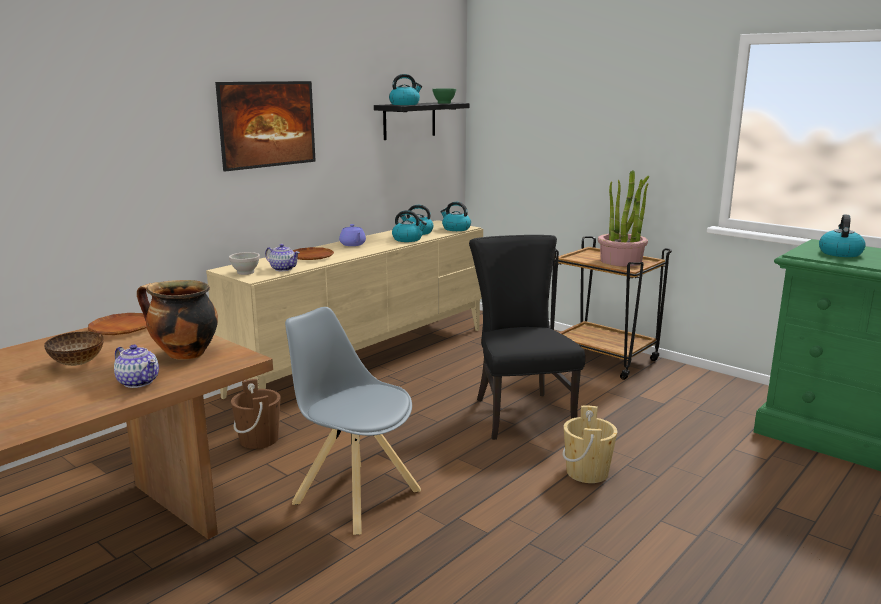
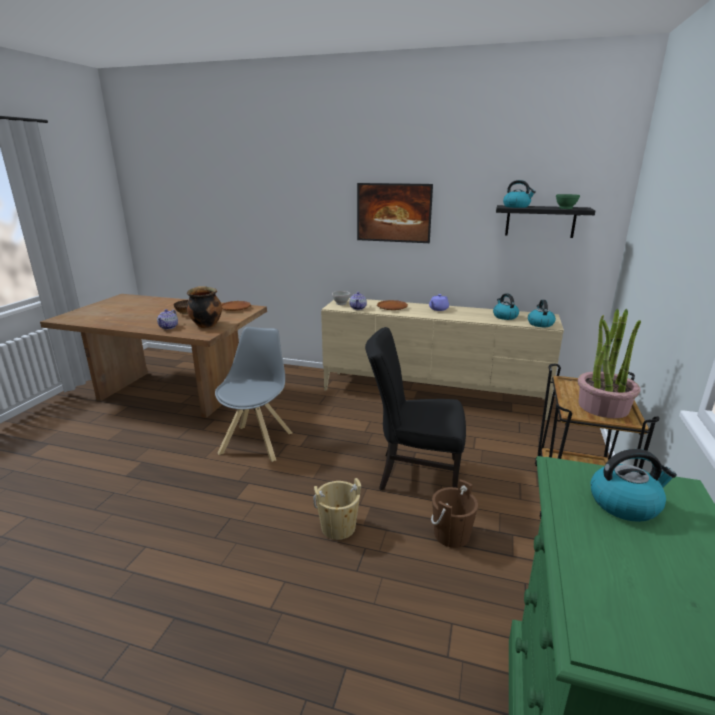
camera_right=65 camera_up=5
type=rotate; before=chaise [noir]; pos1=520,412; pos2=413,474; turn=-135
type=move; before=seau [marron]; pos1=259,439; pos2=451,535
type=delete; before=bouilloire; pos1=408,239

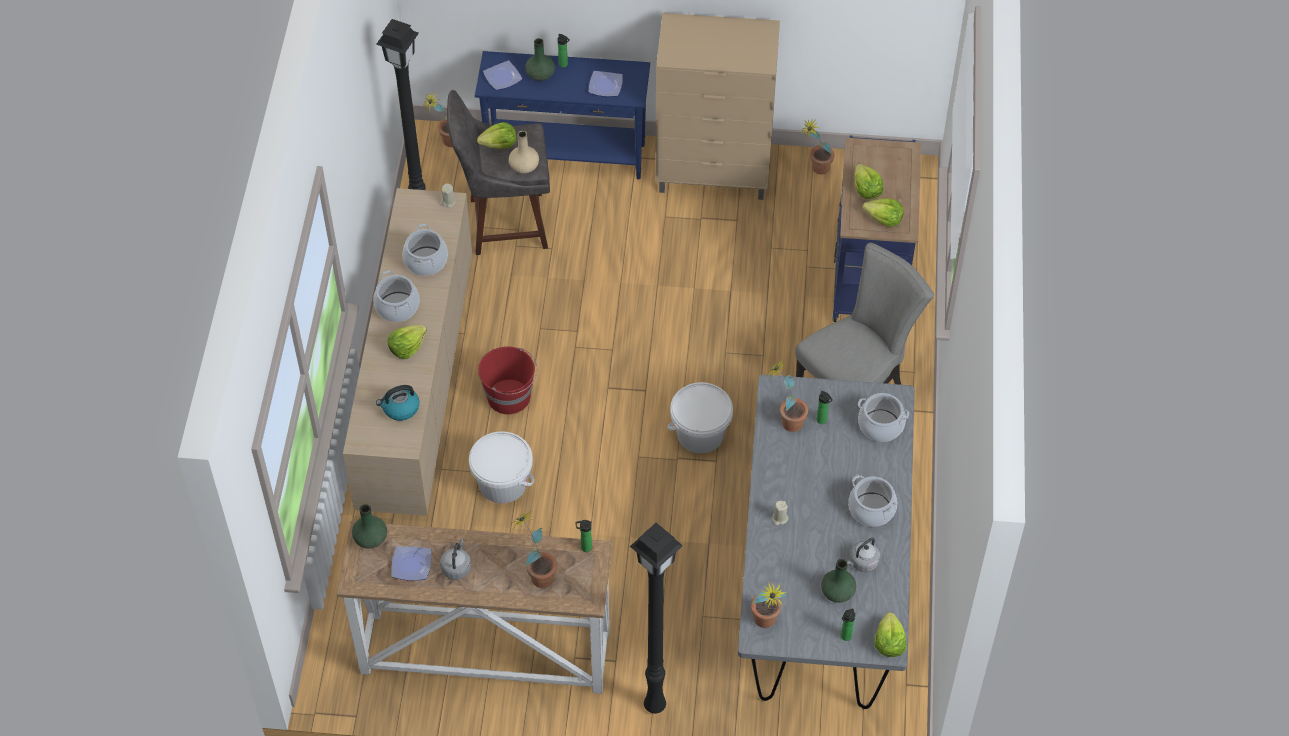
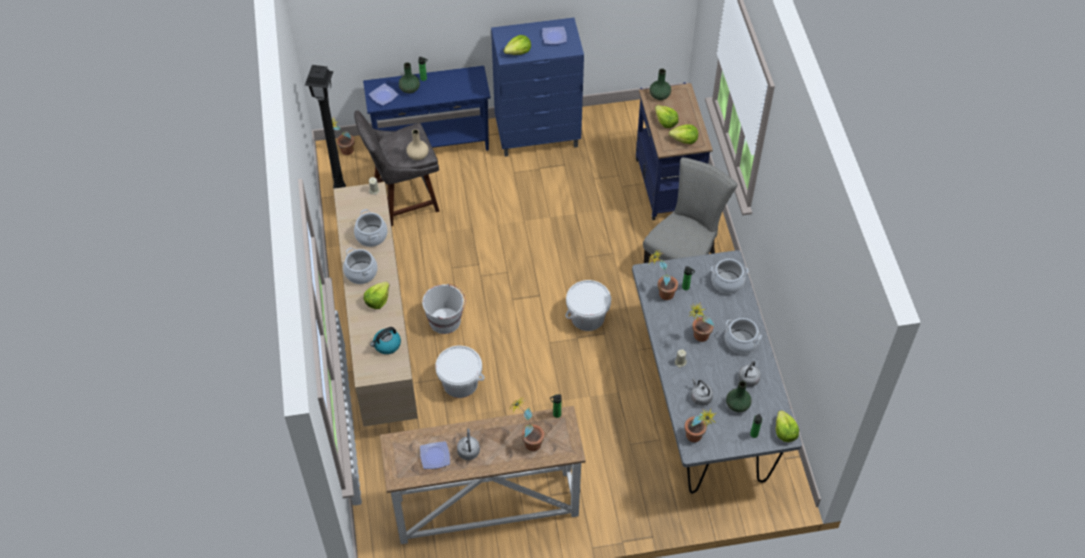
camera_right=-15 camera_up=0
type=recolor; before=seau [rouge]; after=seau [blanc]; pos1=509,396; pos2=445,320
type=recolor; before=commode [beige]; after=commode [bleu]; pos1=714,171; pos2=538,134
type=move; before=laitue; pos1=499,144; pos2=518,52
type=move; before=assiette; pos1=605,85; pos2=553,36
type=move; before=vase [vert]; pos1=370,538; pos2=659,95
type=move; before=plante en pot; pos1=815,170; pos2=698,338
type=insert; after=bouilloire [gris]; pos2=700,397
type=delete; before=lampadaire [noir]; pos1=653,705

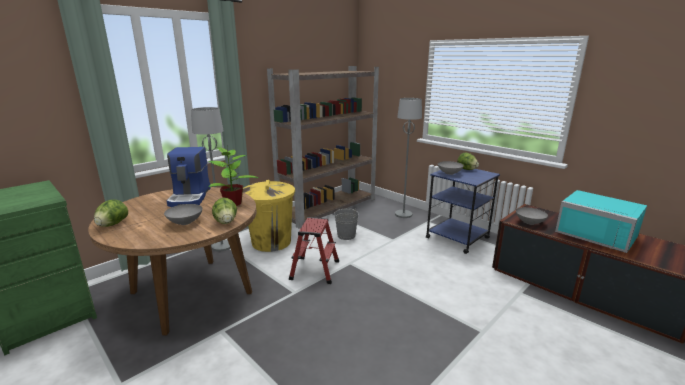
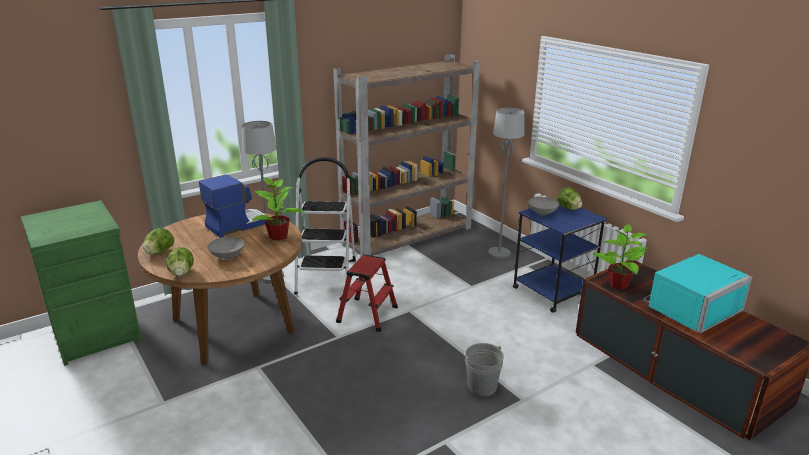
camera_right=10 camera_up=5
type=move; before=laitue; pos1=226,222; pos2=182,273
type=rotate; before=machine à café; pos1=190,197; pos2=236,225; turn=-135
type=replace; before=poubelle [jaune]; after=escabeau; pos1=271,242; pos2=327,276
type=move; before=seau [gris]; pos1=346,235; pos2=482,386
type=replace; before=bol [gris]; after=plante en pot; pos1=529,222; pos2=618,285
type=rotate; before=micro-ondes [turquoise]; pos1=597,234; pos2=689,307; turn=-90

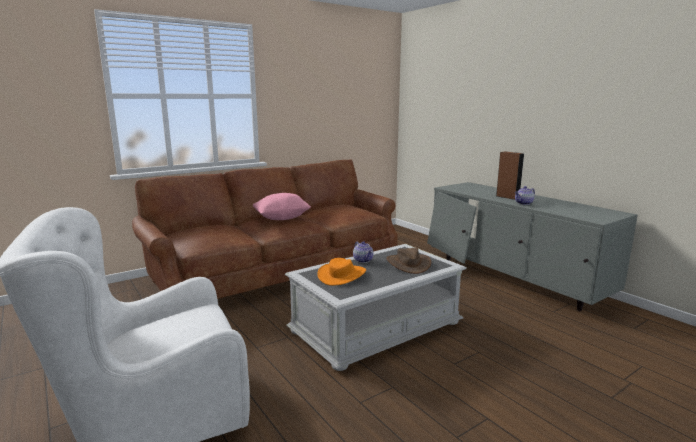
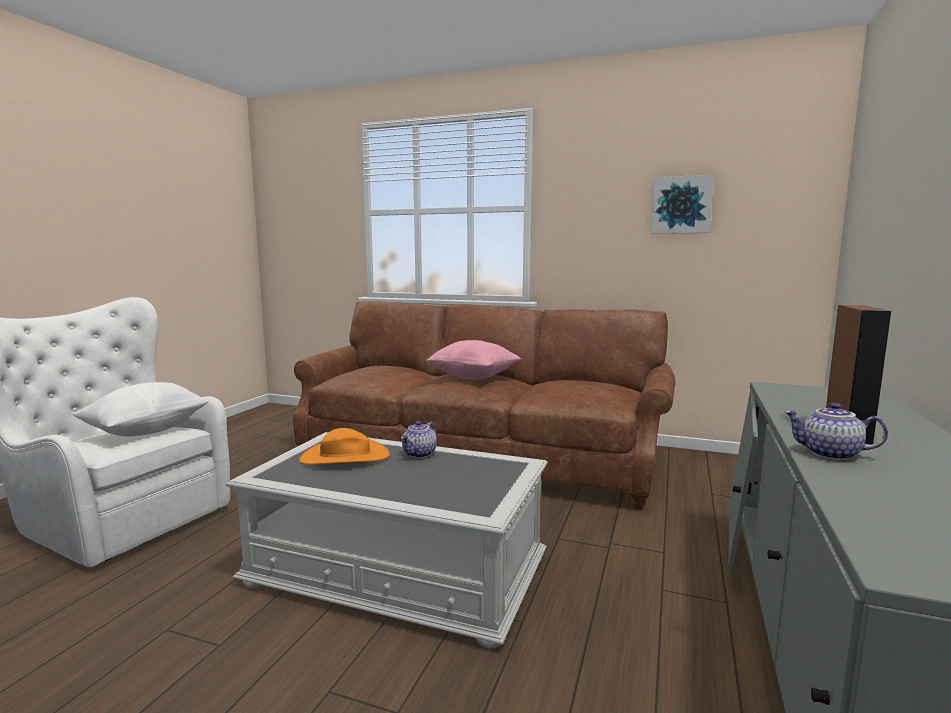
camera_right=55 camera_up=-5
type=insert; after=coussin [blanc]; pos2=146,431
type=insert; after=tableau; pos2=681,205
type=delete; before=chapeau [marron]; pos1=408,264

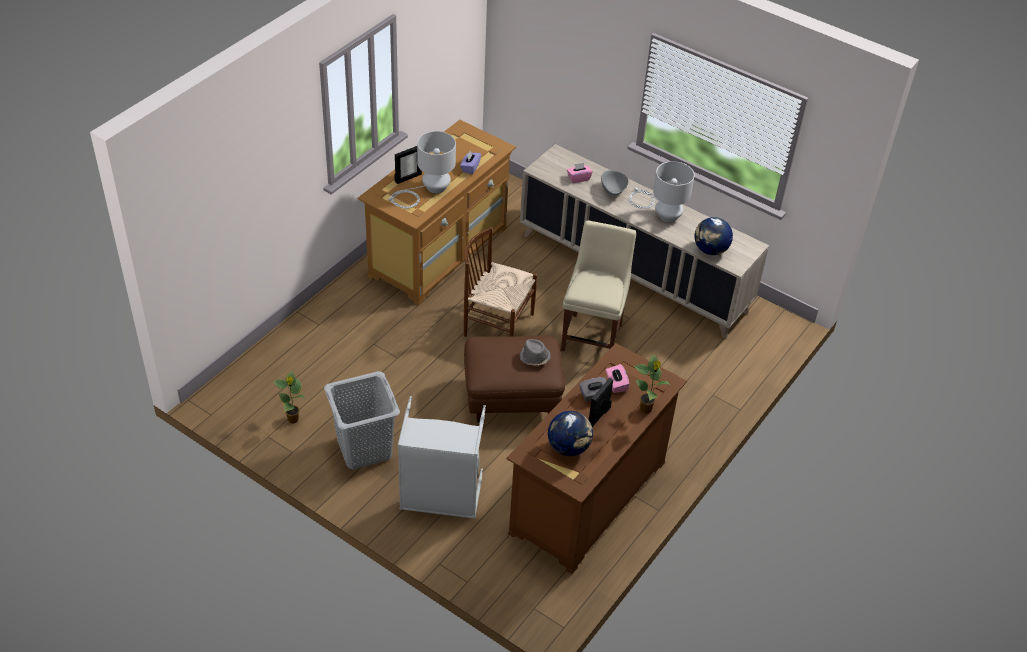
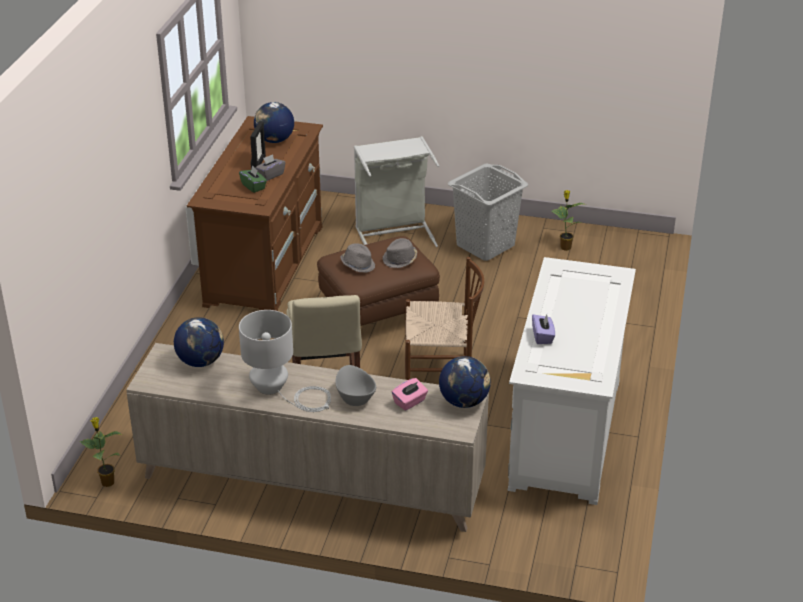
camera_right=160 camera_up=-10
type=move; before=plante en pot; pos1=646,409; pos2=107,482
type=recolor; before=boîte à mouchoirs [rose]; after=boîte à mouchoirs [vert]; pos1=616,384; pos2=253,186
type=insert; after=chapeau [gris]; pos2=400,259
type=insert; after=globe; pos2=464,401
type=recolor; before=commode [marron]; after=commode [blanc]; pos1=439,251; pos2=565,433
type=delete; before=lampe de table [gris]; pos1=424,192
type=delete; before=cadre photo; pos1=408,177

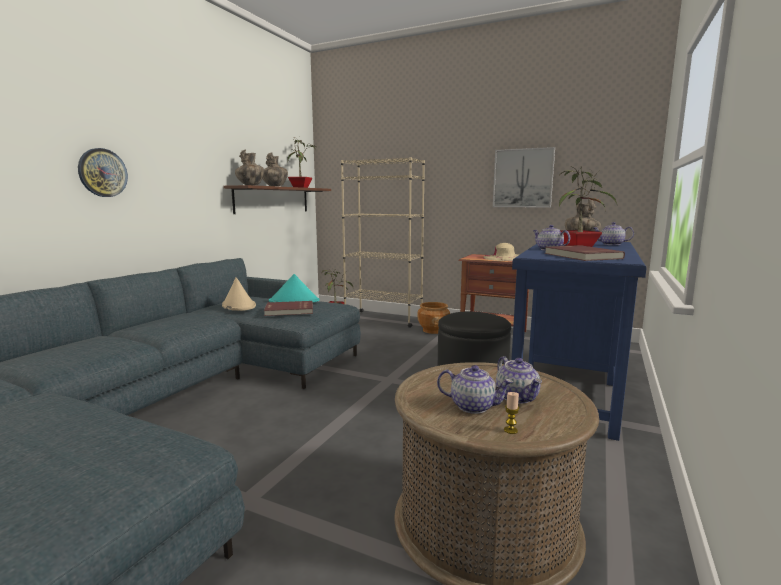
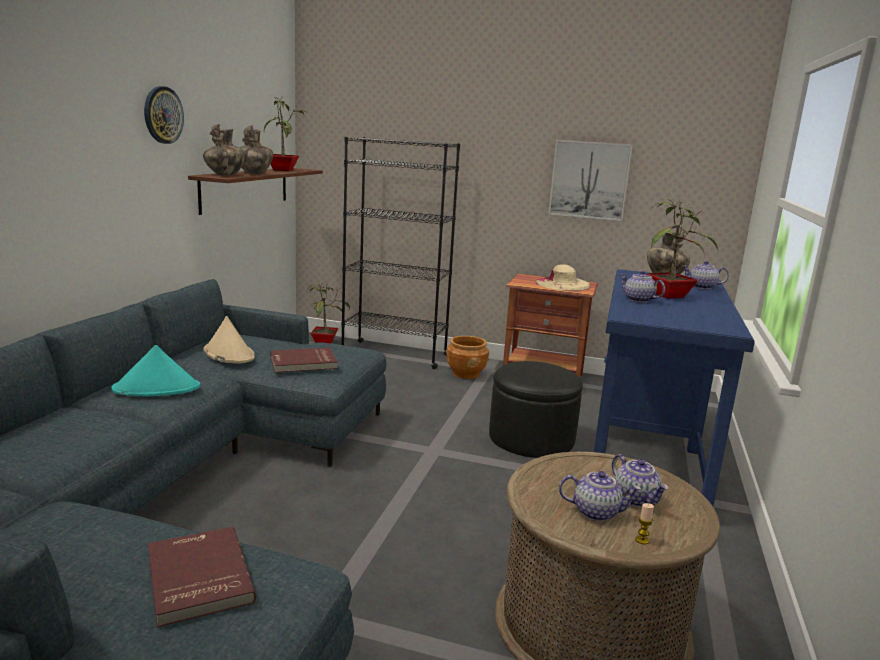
camera_right=-10 camera_up=5
type=move; before=chapeau [turquoise]; pos1=294,301; pos2=157,388
type=move; before=horloge murale; pos1=102,173; pos2=163,115
type=move; before=livre [rouge]; pos1=581,256; pos2=196,578
type=recolor; before=bibliothèque [beige]; after=bibliothèque [noir]; pos1=383,319; pos2=394,354

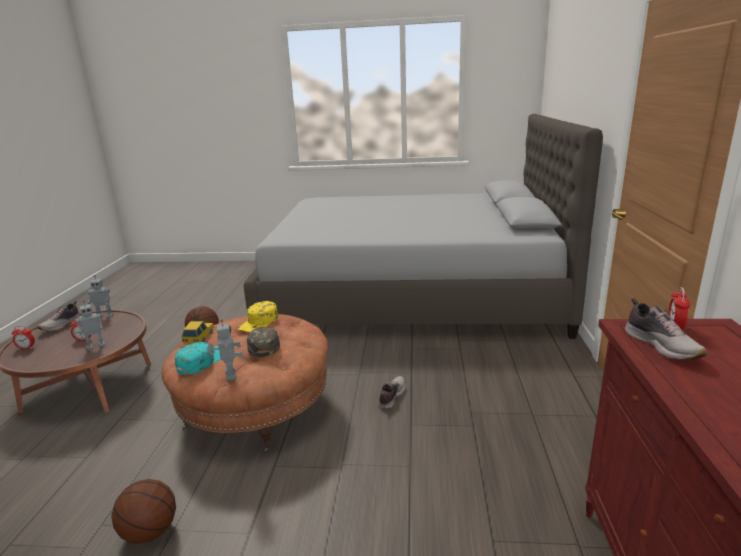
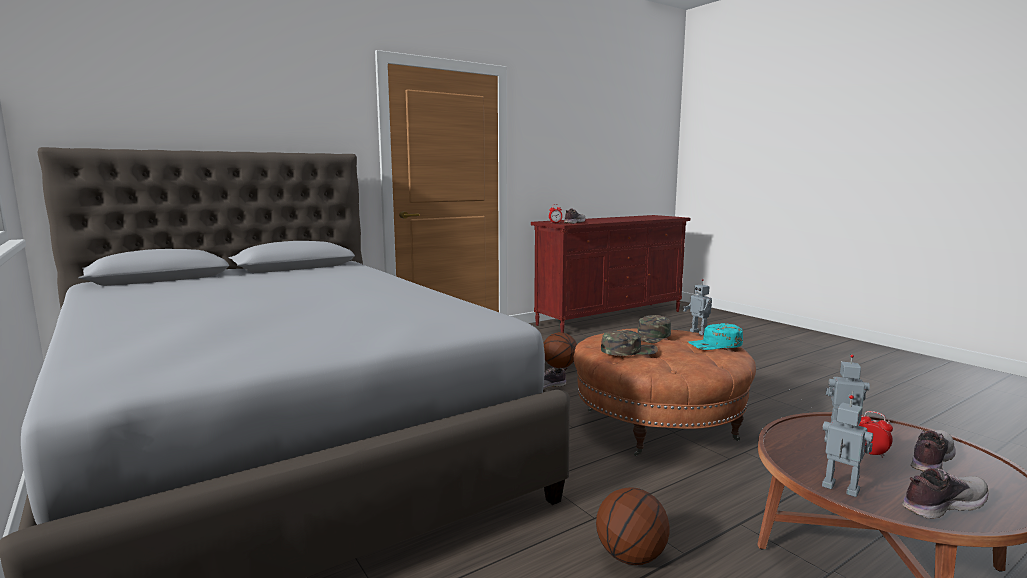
camera_right=-130 camera_up=-10
type=move; before=ballon de basket; pos1=151,531; pos2=559,367
type=recolor; before=casquette [jaune]; after=casquette [vert]; pos1=259,322; pos2=628,350
type=rotate; before=robot jouet; pos1=229,375; pos2=699,332; turn=-60
type=insert; after=chaussure; pos2=929,460
type=delete; before=réveil; pos1=26,348
type=delete; before=petite voiture; pos1=199,337

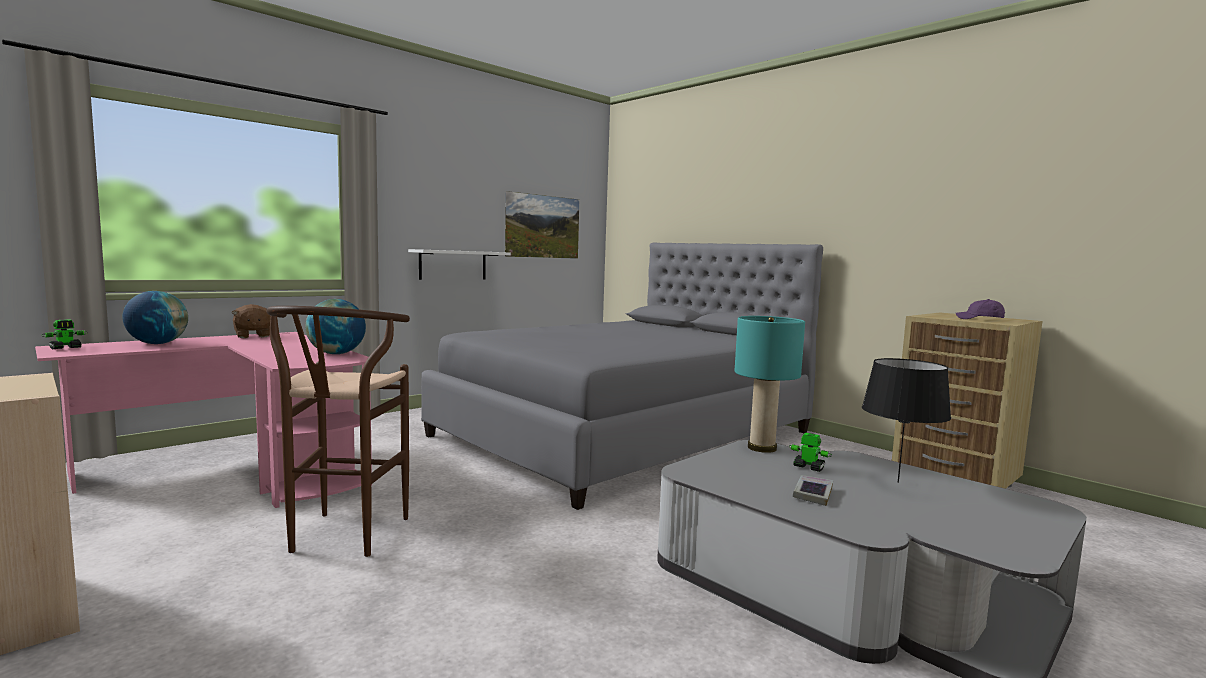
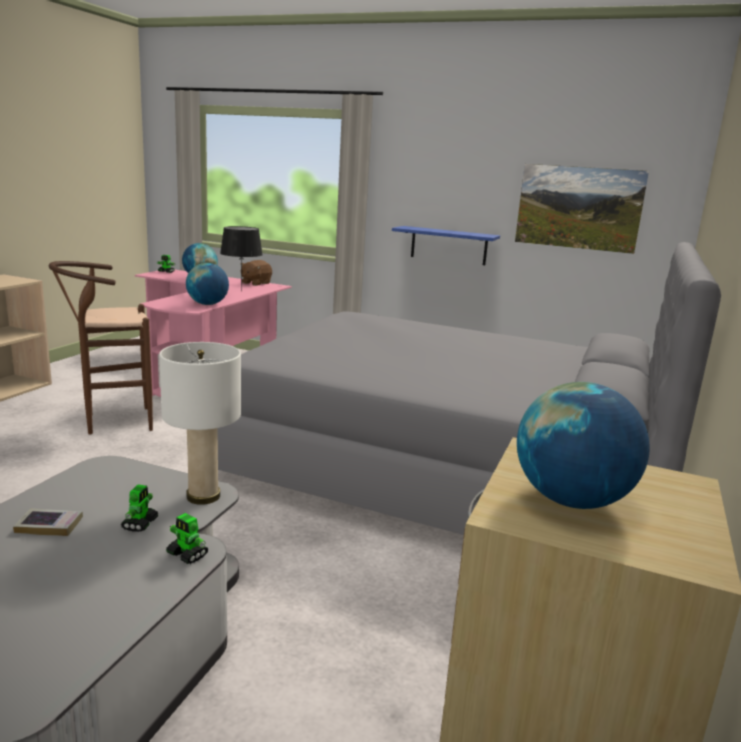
camera_right=65 camera_up=10
type=recolor; before=lampe de table [turquoise]; after=lampe de table [blanc]; pos1=762,448; pos2=203,496
type=insert; after=robot jouet; pos2=187,555
type=move; before=lampe de table [noir]; pos1=897,482; pos2=241,291
type=recolor; before=étagère [blanc]; after=étagère [bleu]; pos1=453,265; pos2=448,245
type=replace; before=casquette [violet]; after=globe; pos1=980,319; pos2=571,500

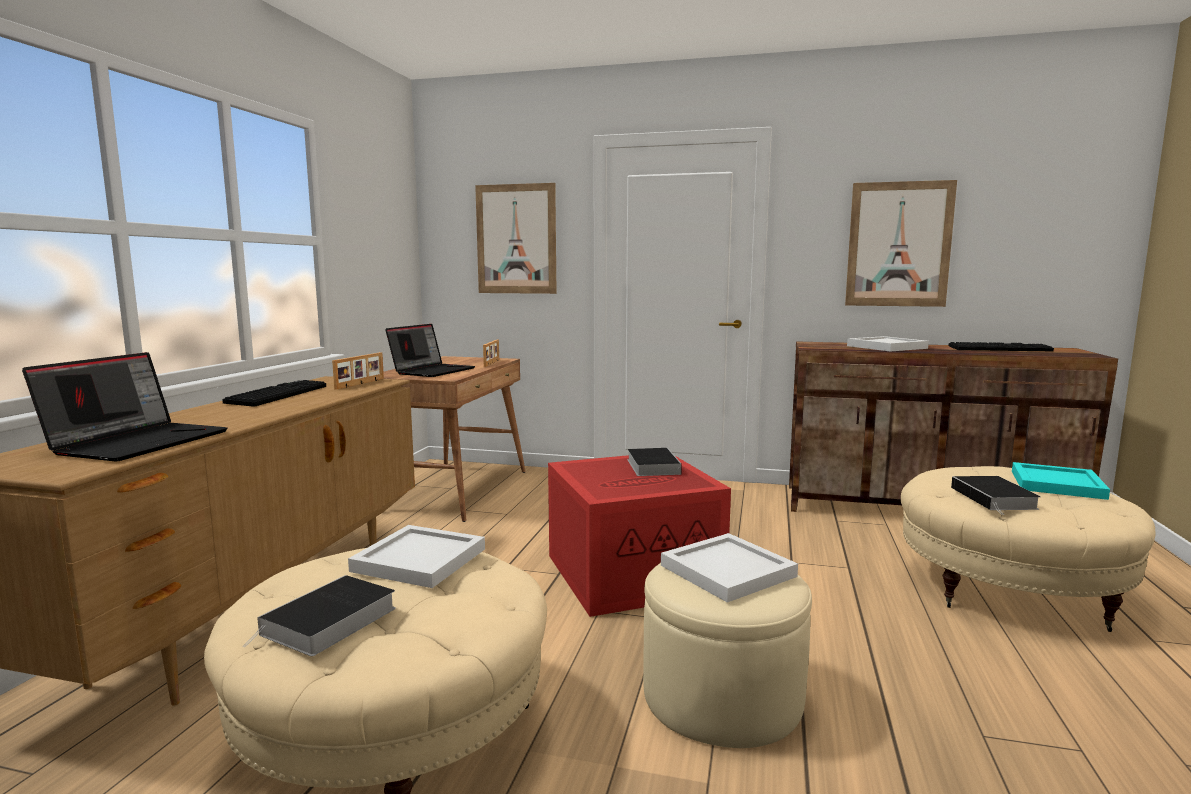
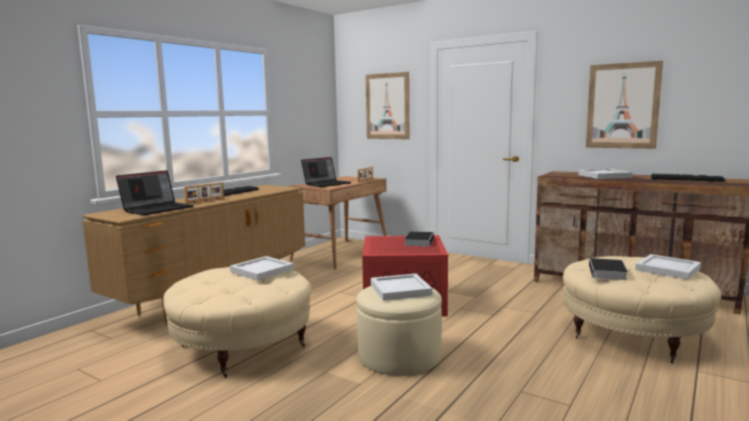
camera_right=20 camera_up=0
type=move; before=cadre photo; pos1=361,384; pos2=205,201
type=recolor; before=plateau [turquoise]; after=plateau [blanc]; pos1=1058,485; pos2=668,269
type=delete; before=livre; pos1=328,623

